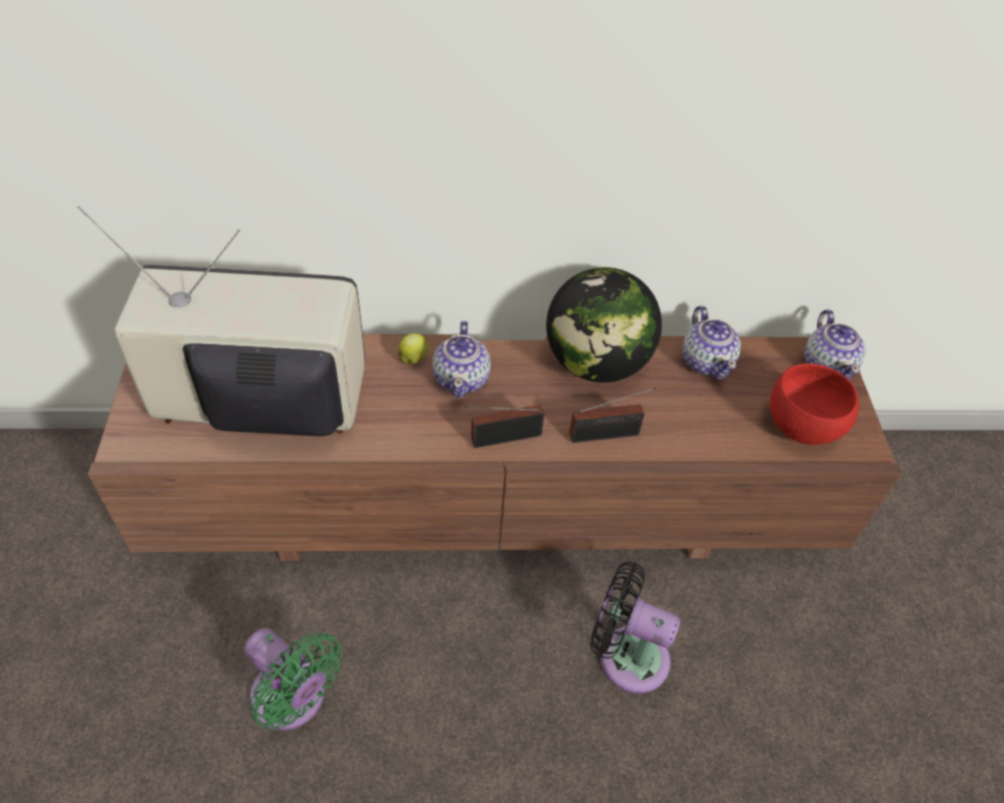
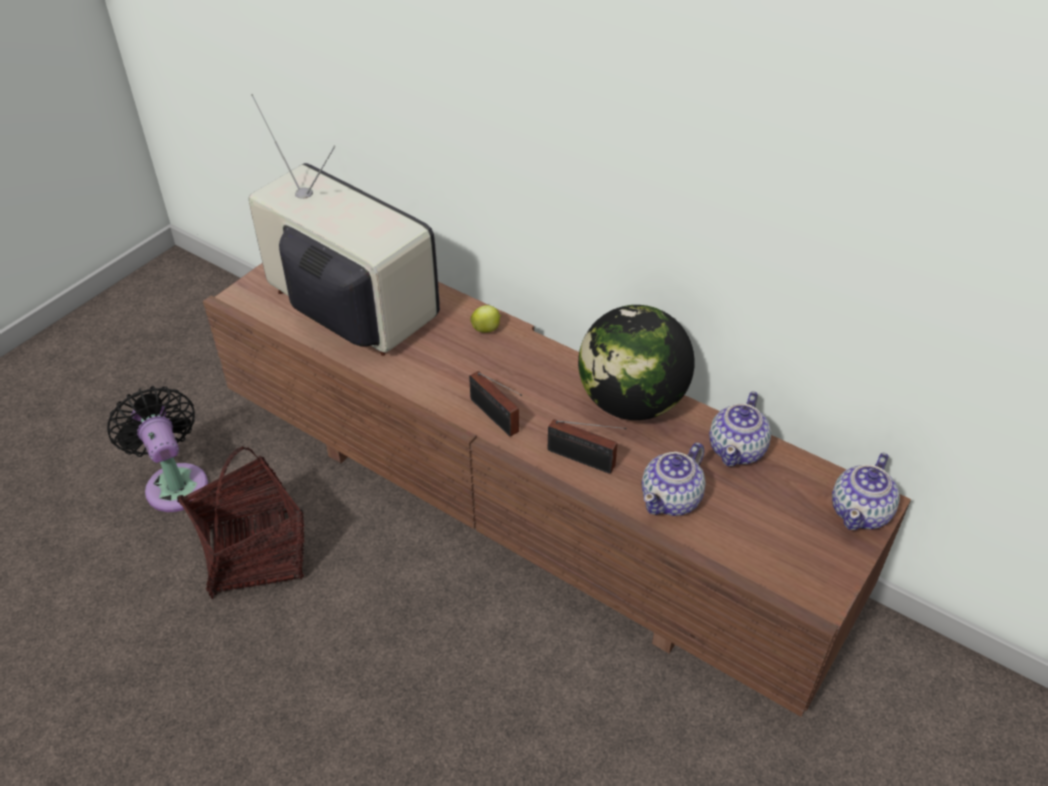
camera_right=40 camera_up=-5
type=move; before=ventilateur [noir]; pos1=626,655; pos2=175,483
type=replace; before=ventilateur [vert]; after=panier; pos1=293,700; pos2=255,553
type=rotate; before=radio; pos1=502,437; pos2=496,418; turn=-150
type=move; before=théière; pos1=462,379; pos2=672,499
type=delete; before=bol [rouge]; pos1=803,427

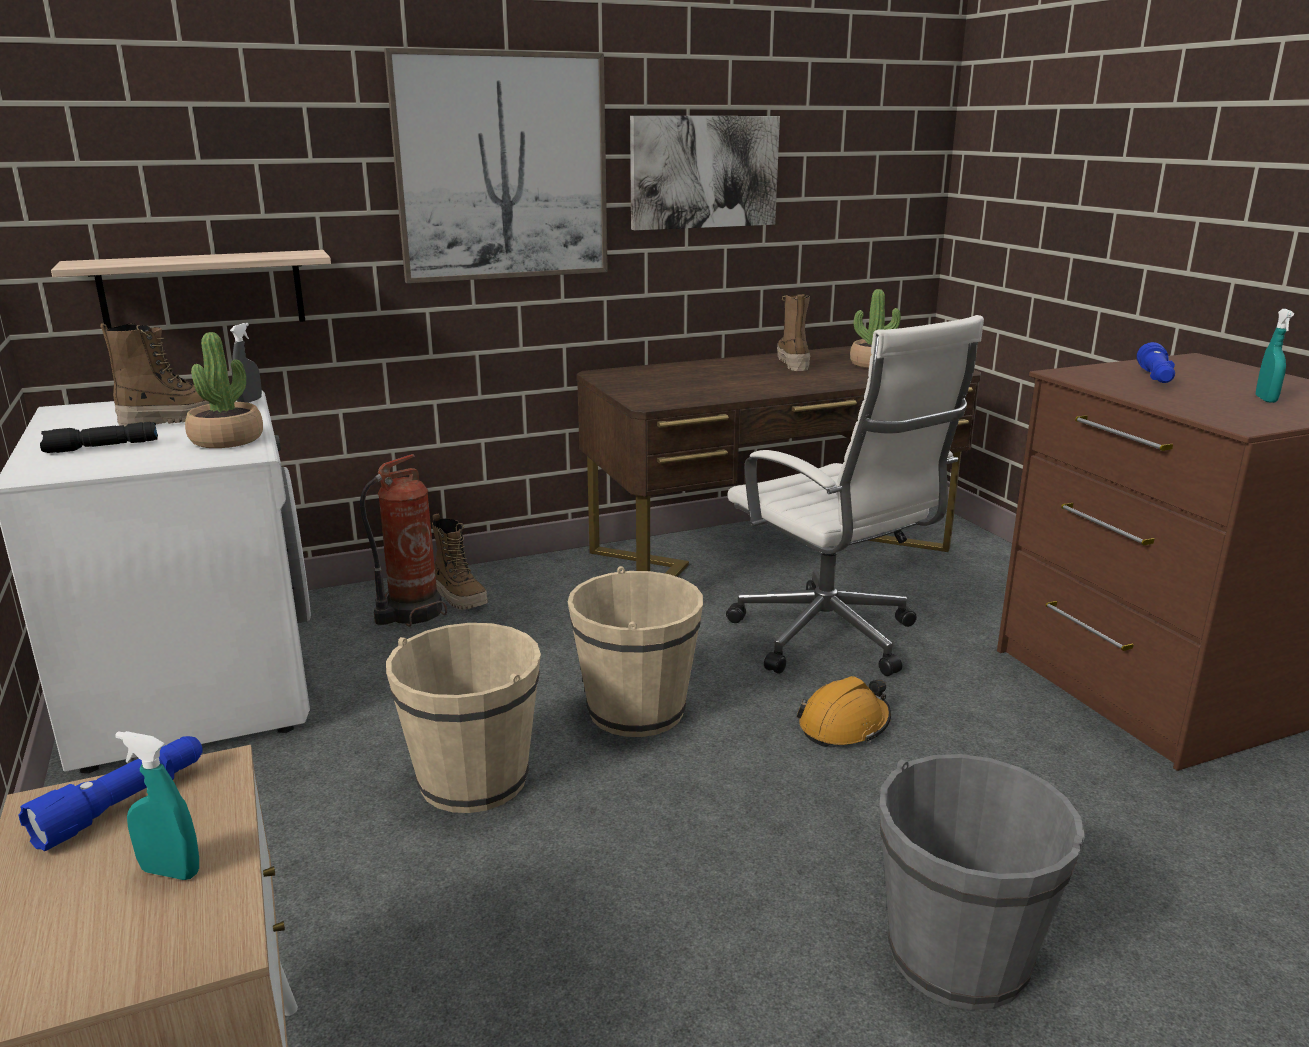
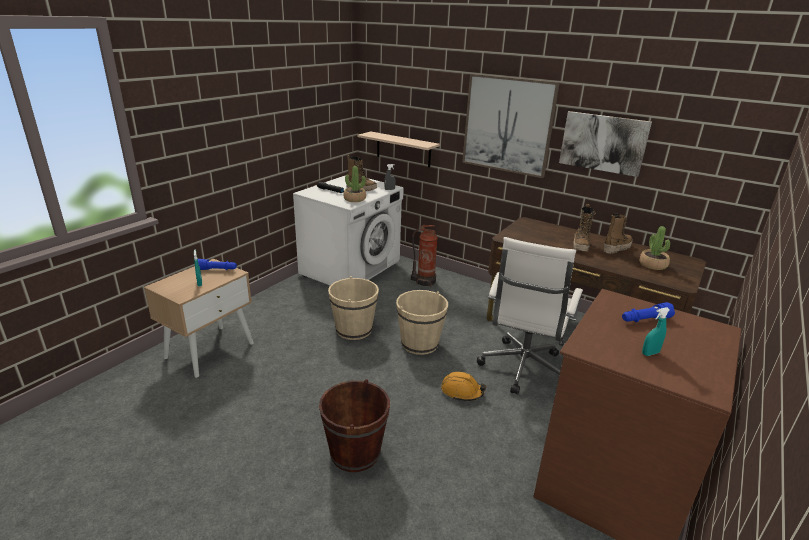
camera_right=55 camera_up=5
type=recolor; before=seau [gris]; after=seau [marron]; pos1=958,956; pos2=355,452
type=move; before=botte; pos1=459,598; pos2=580,246

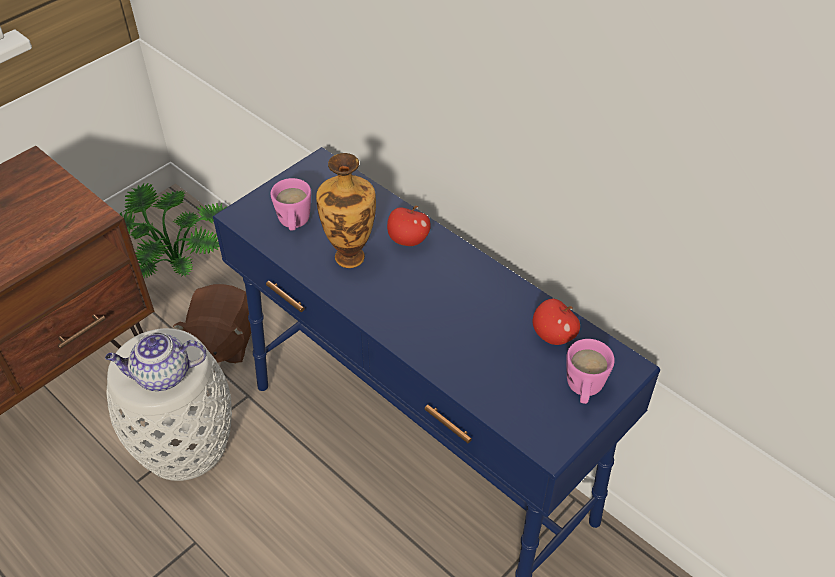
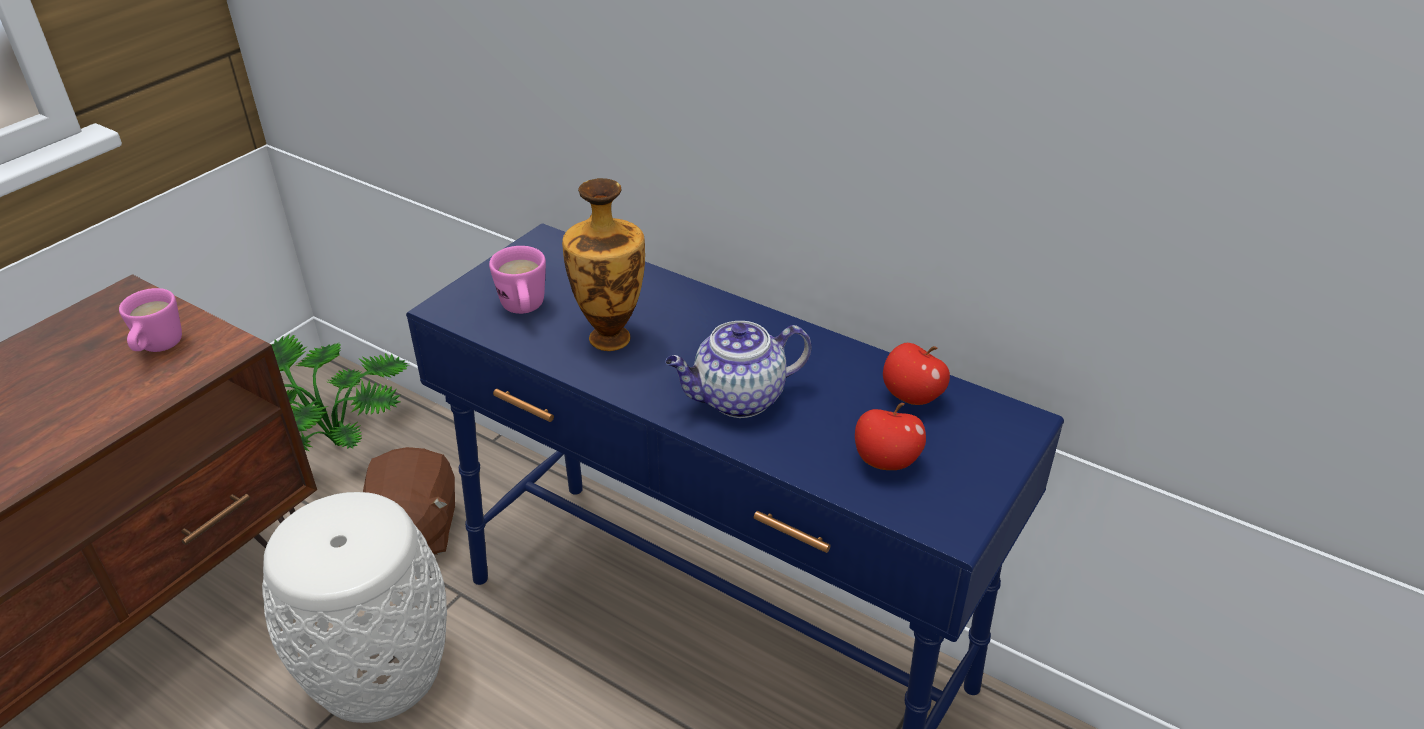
camera_right=-10 camera_up=-10
type=move; before=mug [rose]; pos1=583,391; pos2=158,348
type=move; before=théière; pos1=162,376; pos2=737,399
type=move; before=pomme; pos1=408,240; pos2=885,461

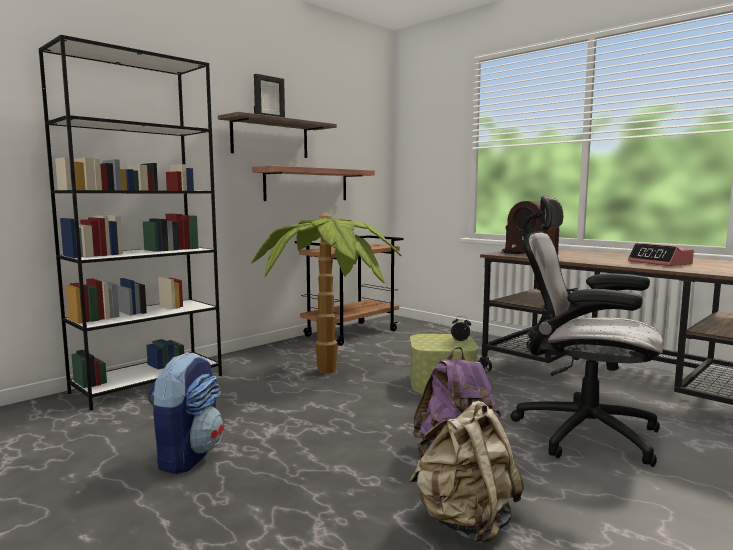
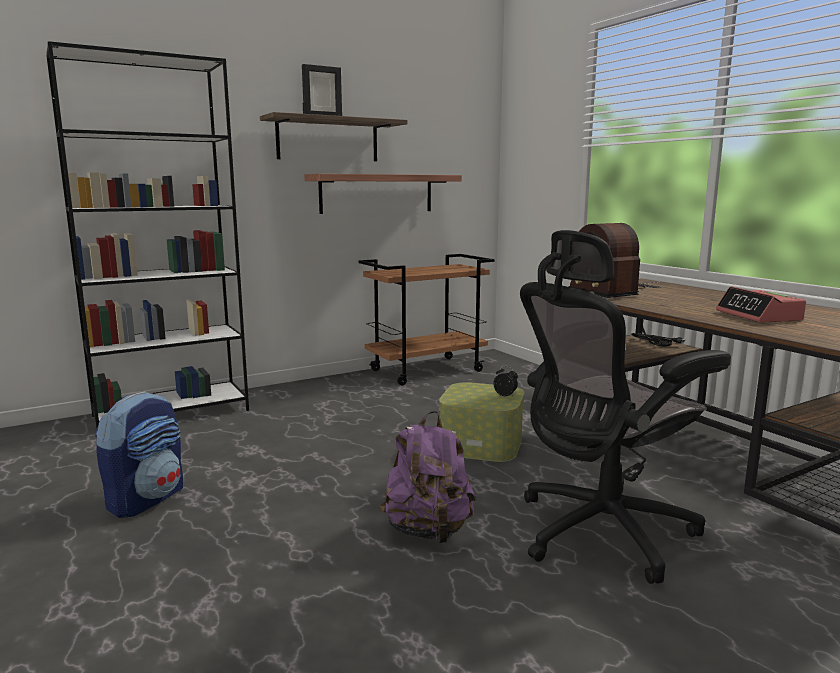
camera_right=15 camera_up=5
type=rotate; before=chaise de bureau; pos1=584,434; pos2=603,533; turn=-75
type=delete; before=plante en pot; pos1=326,367
type=delete; before=sac à dos [beige]; pos1=465,521

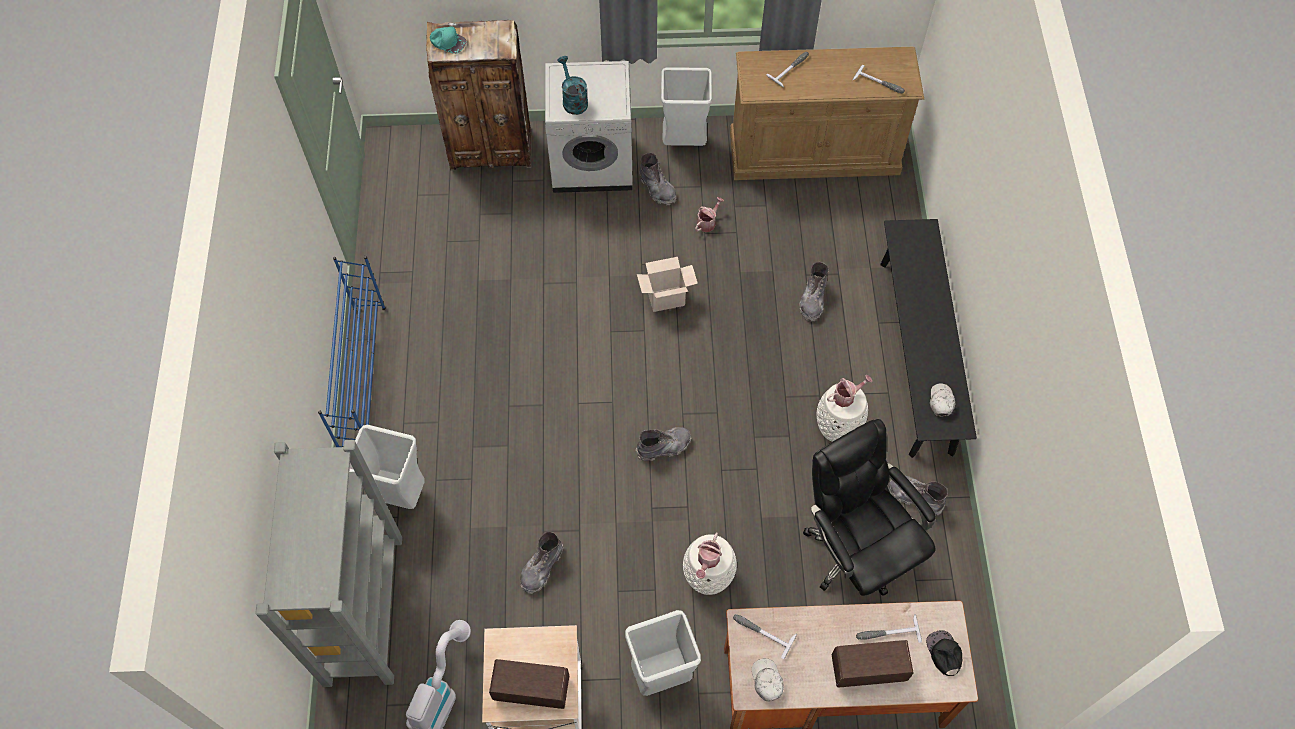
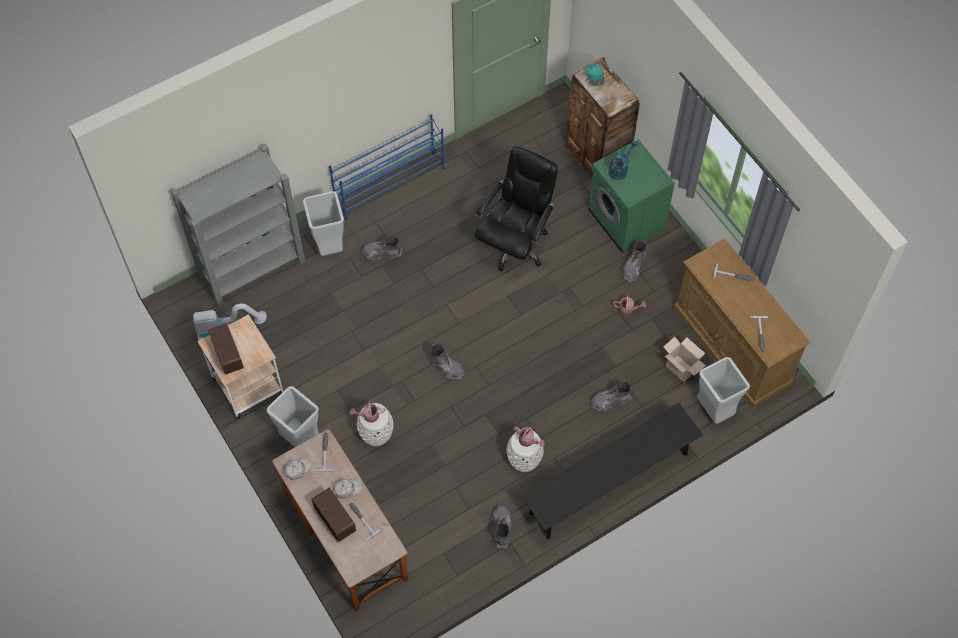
camera_right=60 camera_up=0
type=move; before=casquette [blanc]; pos1=941,401; pos2=347,489
type=move; before=botte [gris]; pos1=541,568; pos2=382,253
type=move; before=chaise de bureau [noir]; pos1=855,553; pos2=515,246
type=recolor; before=lave-linge [blanc]; after=lave-linge [vert]; pos1=592,166; pos2=625,221
type=move; before=carton; pos1=667,298; pos2=682,368
type=move; before=poubelle [gris]; pos1=684,143; pos2=714,410
type=delete; before=casquette [noir]; pos1=944,653

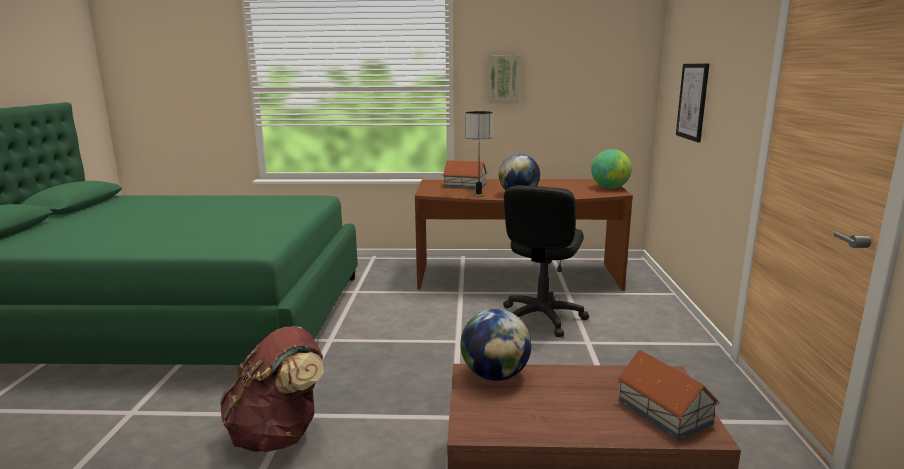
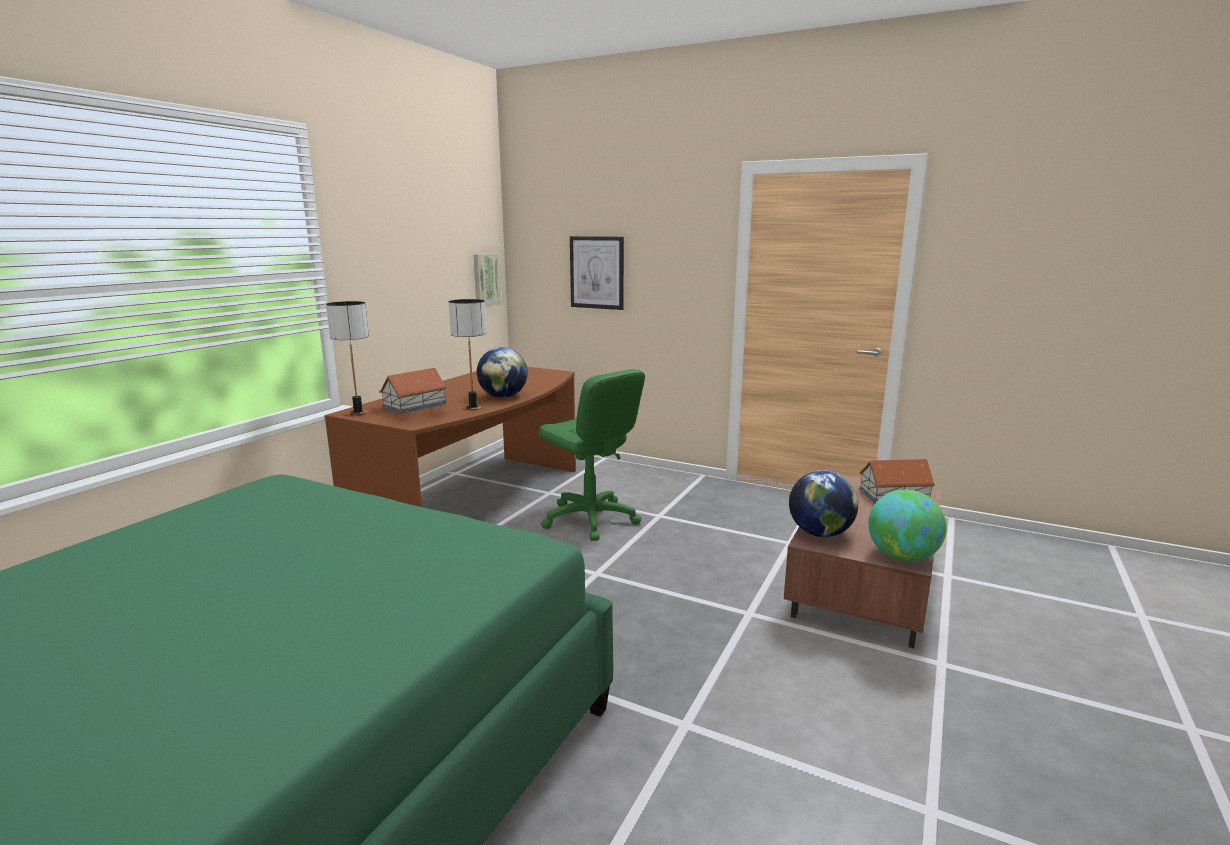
camera_right=-65 camera_up=0
type=insert; after=lampe de table; pos2=357,413
type=move; before=tableau; pos1=504,79; pos2=485,280
type=recolor; before=chaise de bureau [noir]; after=chaise de bureau [vert]; pos1=541,318; pos2=590,519
type=move; before=globe; pos1=610,188; pos2=902,557
type=delete; before=sac à dos [marron]; pos1=279,434

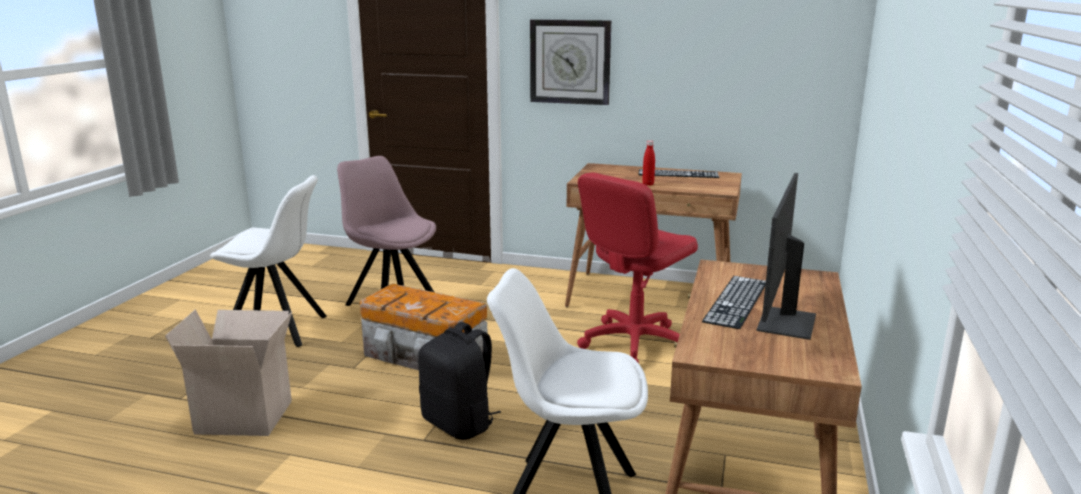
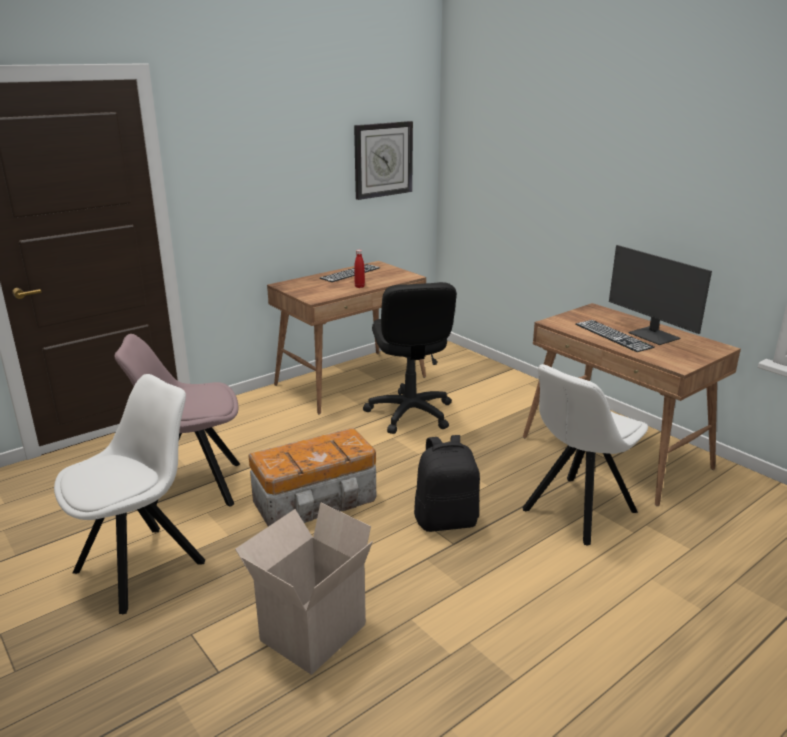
camera_right=-55 camera_up=5
type=move; before=horloge murale; pos1=570,62; pos2=383,159
type=recolor; before=chaise de bureau [rouge]; after=chaise de bureau [noir]; pos1=634,343; pos2=410,413

